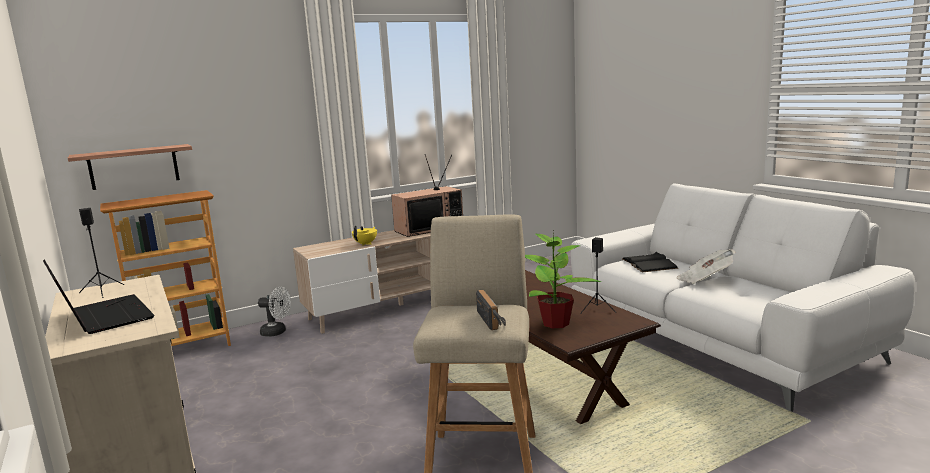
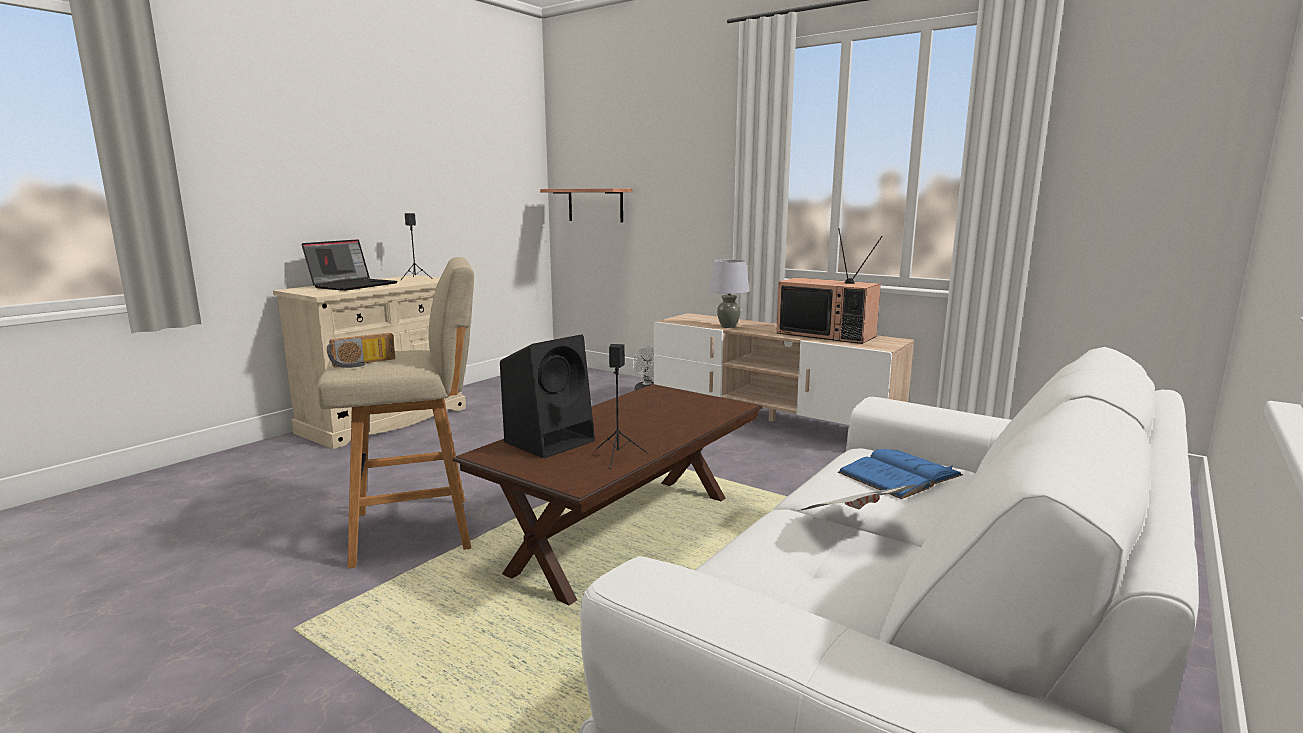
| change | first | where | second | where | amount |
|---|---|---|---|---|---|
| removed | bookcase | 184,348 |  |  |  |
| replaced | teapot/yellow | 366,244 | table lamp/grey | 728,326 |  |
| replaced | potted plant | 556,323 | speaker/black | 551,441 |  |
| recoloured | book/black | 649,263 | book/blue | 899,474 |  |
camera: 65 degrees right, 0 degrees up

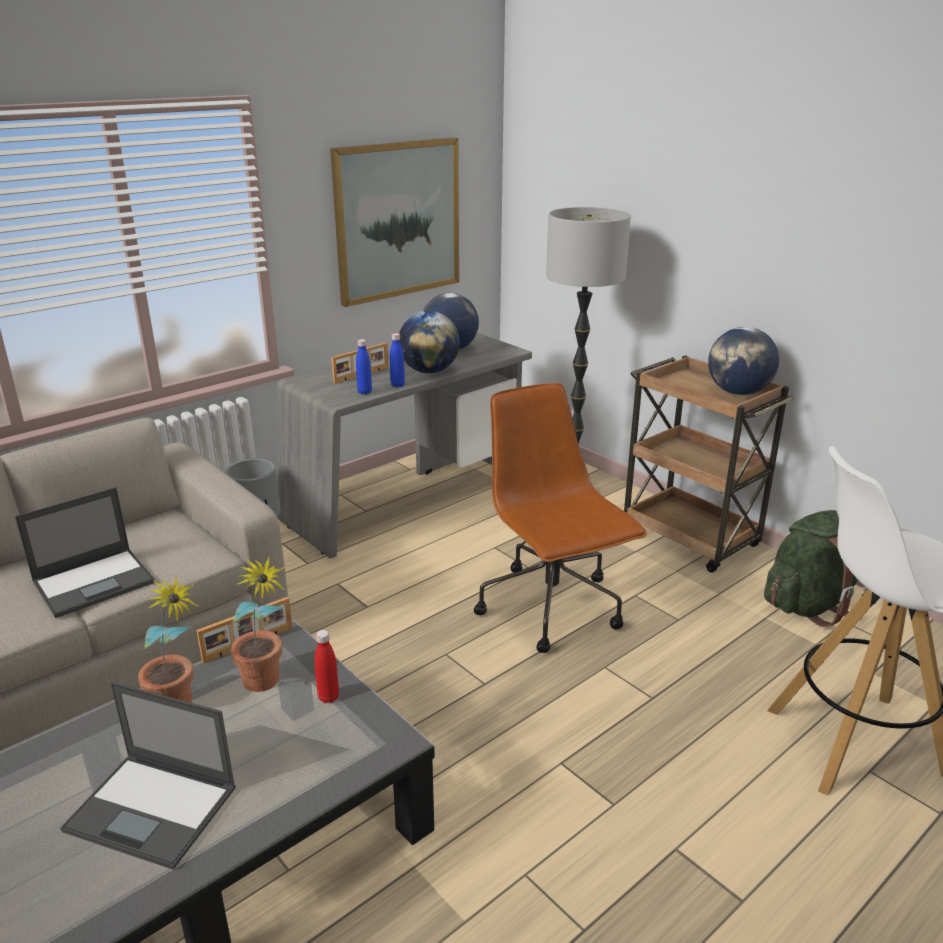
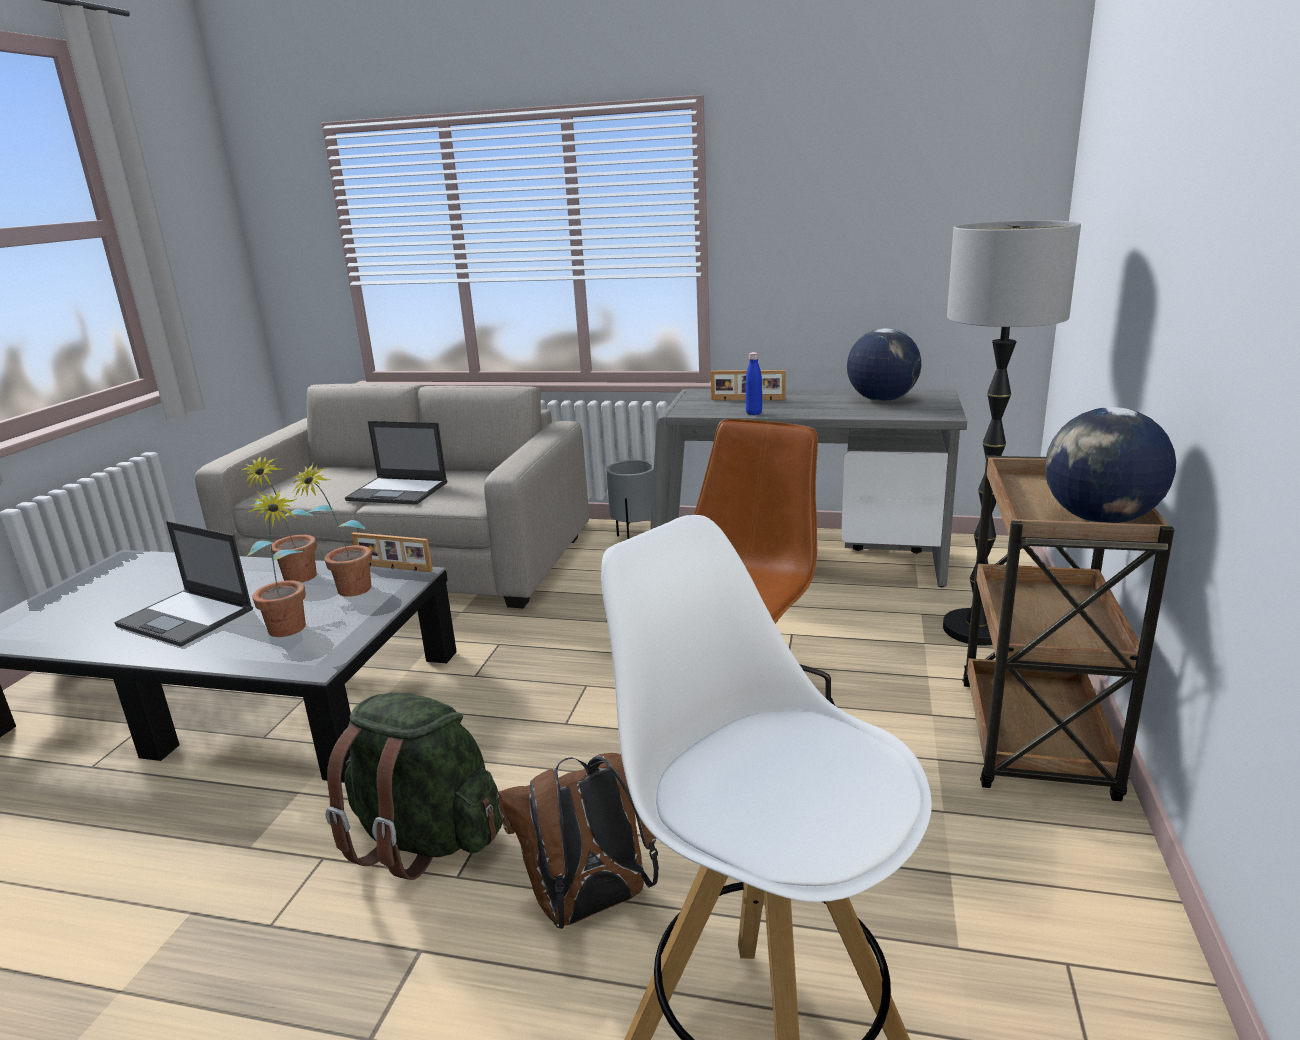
| change | first | where | second | where | amount |
|---|---|---|---|---|---|
| removed | picture | 398,220 |  |  |  |
| removed | globe | 429,371 |  |  |  |
| removed | bottle/blue | 364,392 |  |  |  |
| moved | backpack/green | 810,605 |  | 424,838 |  |
| removed | bottle/red | 328,697 |  |  |  |
| turned | laptop | 153,809 |  | 187,618 | 45 degrees counterclockwise |
| added |  |  | potted plant | 291,632 |  |
| added |  |  | backpack/brown | 589,906 |  |
camera: 55 degrees right, 5 degrees down

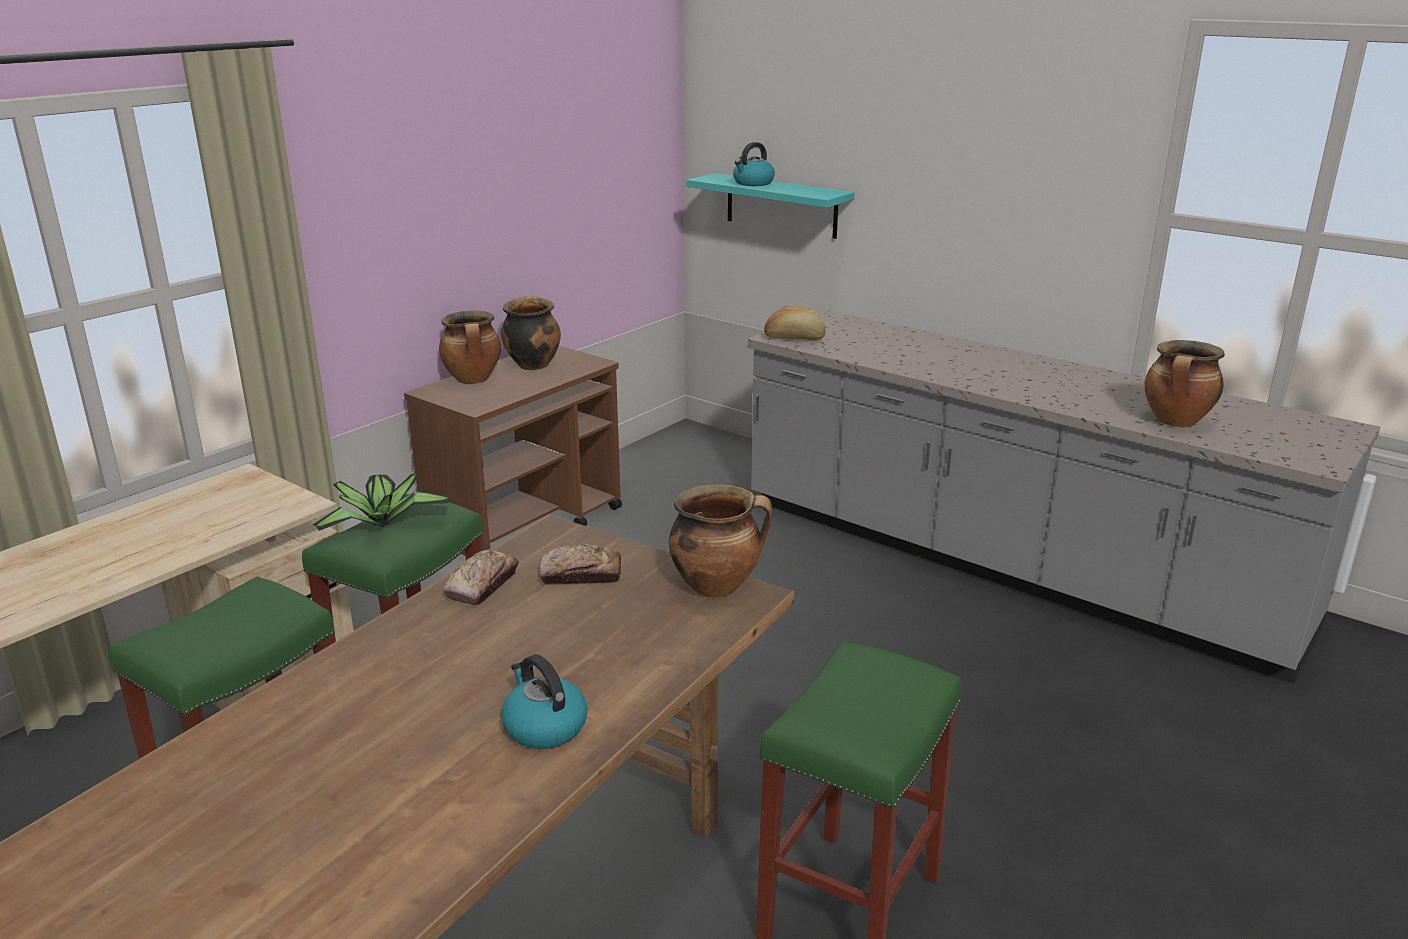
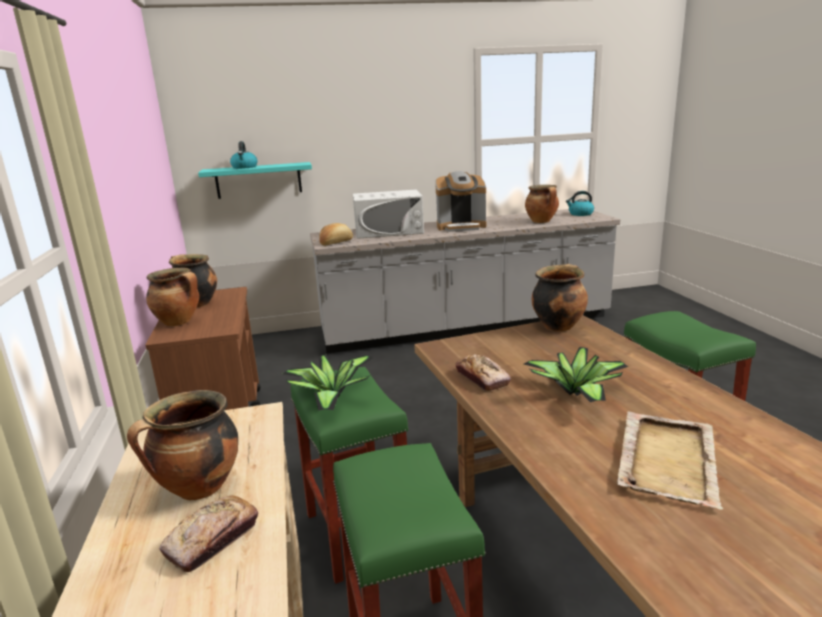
| change | first | where | second | where | amount |
|---|---|---|---|---|---|
| moved | bread | 581,575 |  | 212,540 |  |
| moved | kettle | 544,727 |  | 580,214 |  |
| added |  |  | coffee machine | 461,227 |  |
| added |  |  | microwave/white | 389,231 |  |
| added |  |  | potted plant | 576,393 |  |
| added |  |  | cooking pot | 198,489 |  |
| added |  |  | tray/beige | 668,459 |  |
camera: 50 degrees left, 5 degrees down

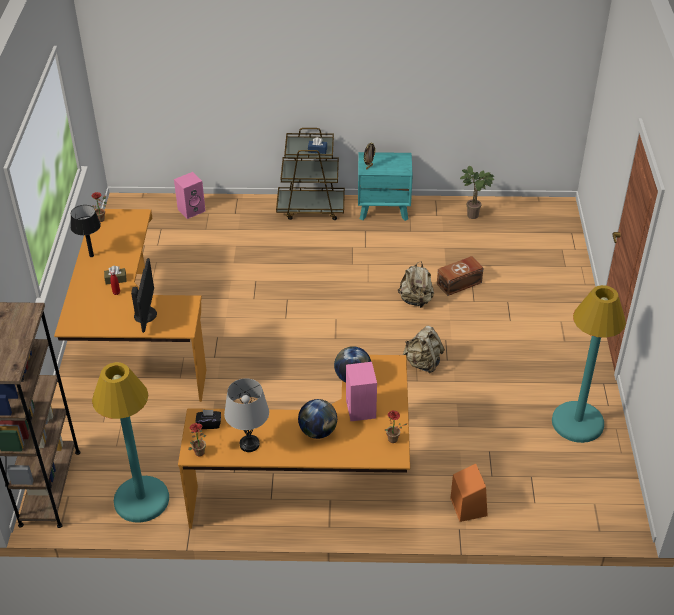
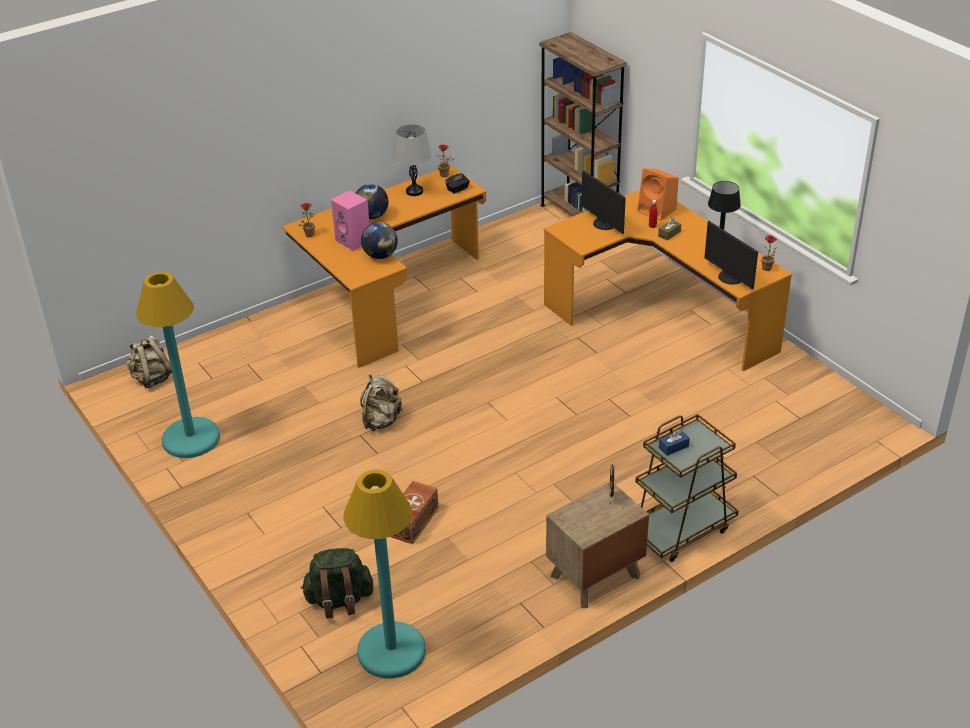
| change | first | where | second | where | amount |
|---|---|---|---|---|---|
| recoloured | nightstand/turquoise | 384,208 | nightstand/brown | 595,576 |  |
| removed | potted plant | 475,215 |  |  |  |
| removed | speaker/pink | 191,210 |  |  |  |
| moved | backpack/beige | 416,300 |  | 152,378 |  |
| moved | floor lamp/turquoise | 141,499 |  | 391,651 |  |
| moved | speaker/orange | 468,506 |  | 657,210 |  |
| added |  |  | monitor | 730,278 |  |
| added |  |  | backpack/green | 339,600 |  |
camera: 145 degrees right, 5 degrees down

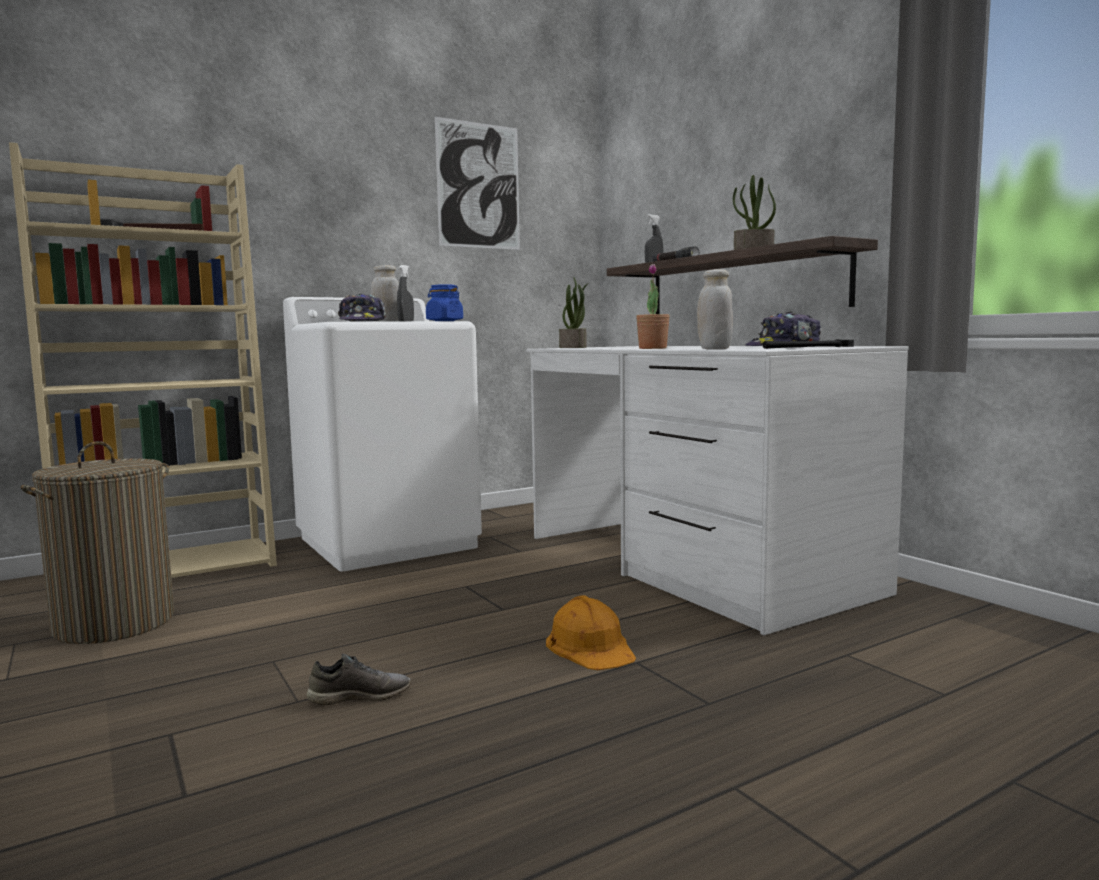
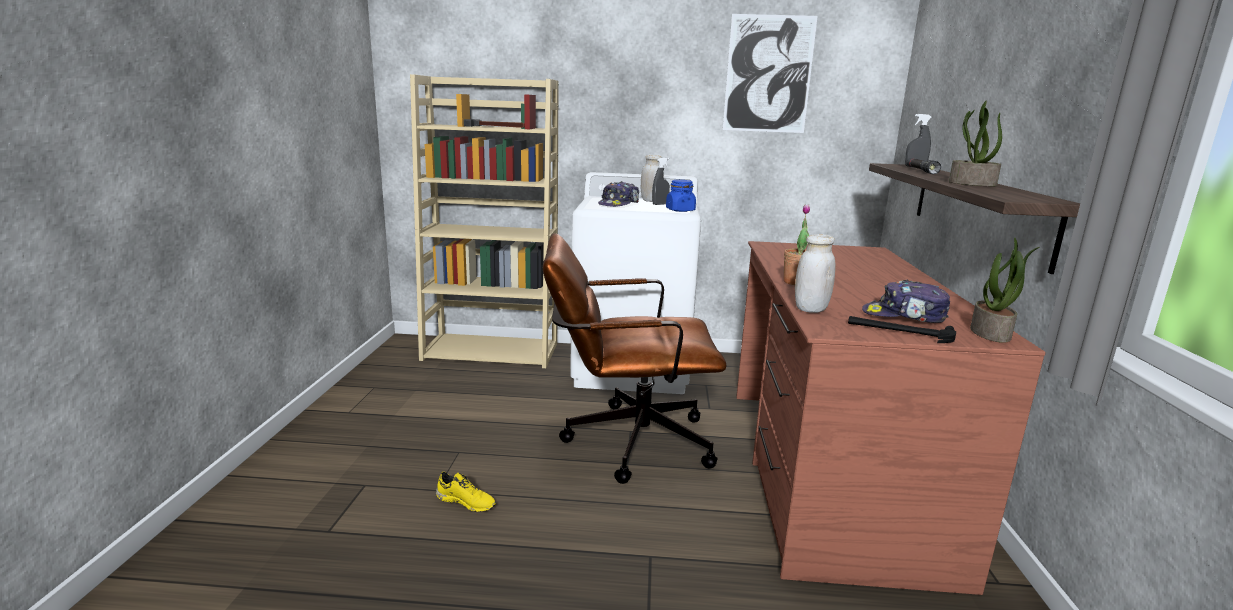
| change | first | where | second | where | amount |
|---|---|---|---|---|---|
| moved | potted plant | 573,347 |  | 991,333 |  |
| recoloured | desk/white | 690,563 | desk/brown | 827,472 |  |
| removed | laundry basket | 114,623 |  |  |  |
| removed | hard hat/orange | 590,646 |  |  |  |
| recoloured | shoe/grey | 360,696 | shoe/yellow | 466,502 |  |
| added |  |  | office chair/brown | 625,441 |  |
camera: 35 degrees right, 10 degrees up

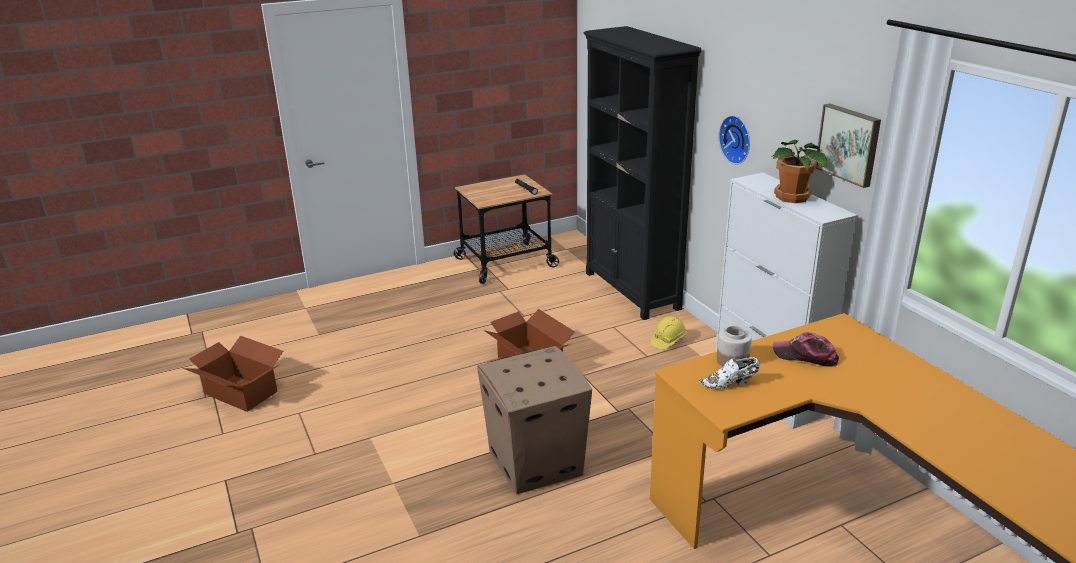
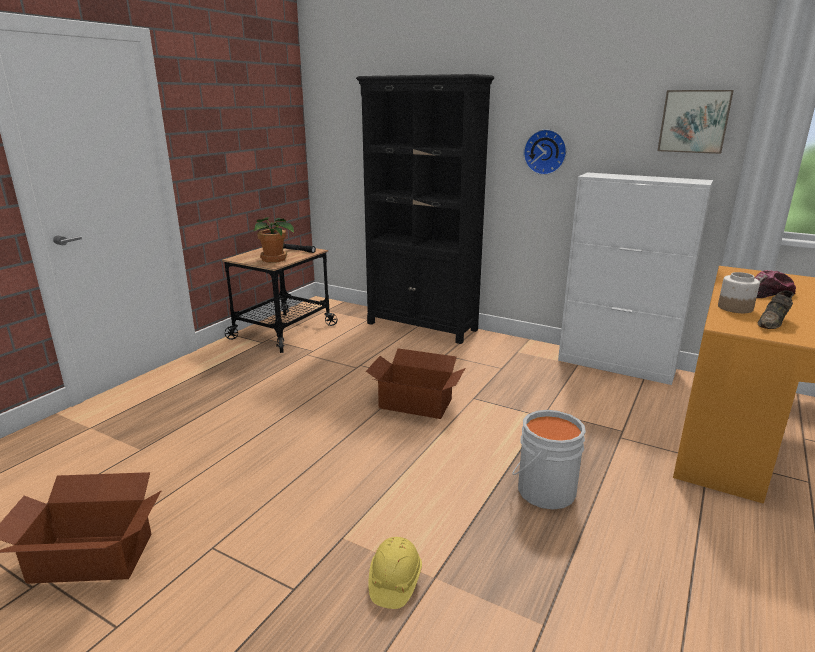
| change | first | where | second | where | amount |
|---|---|---|---|---|---|
| moved | potted plant | 792,198 |  | 274,259 |  |
| moved | hard hat/yellow | 668,341 |  | 394,581 |  |
| replaced | cardboard box | 534,464 | bucket/grey | 543,489 |  |
| recoloured | shoe/white | 730,384 | shoe/brown | 773,323 |  |
camera: 35 degrees left, 5 degrees down

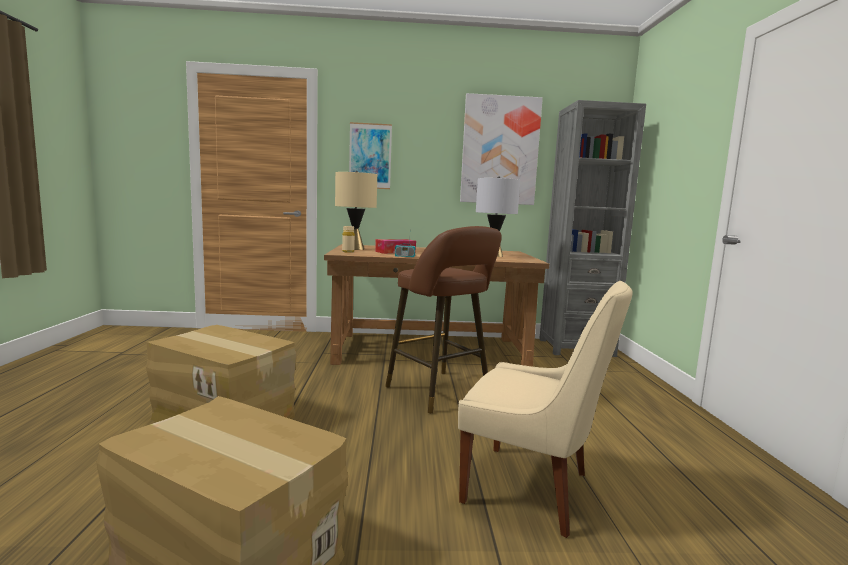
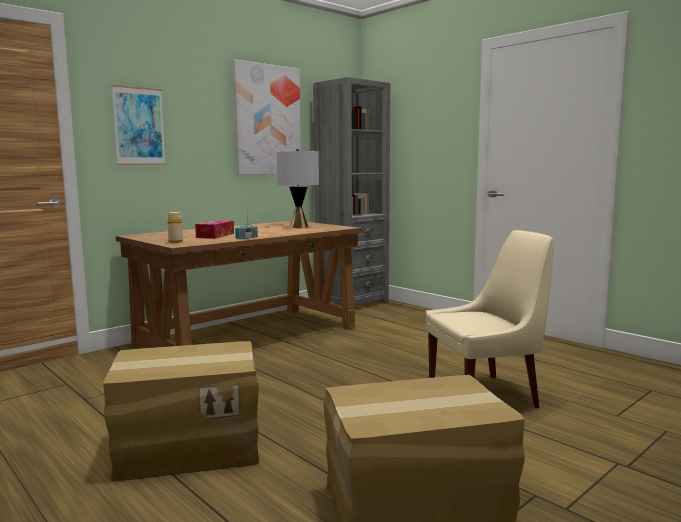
| change | first | where | second | where | amount |
|---|---|---|---|---|---|
| removed | table lamp/beige | 355,249 |  |  |  |
| removed | stool/brown | 441,393 |  |  |  |
camera: 40 degrees left, 0 degrees up

